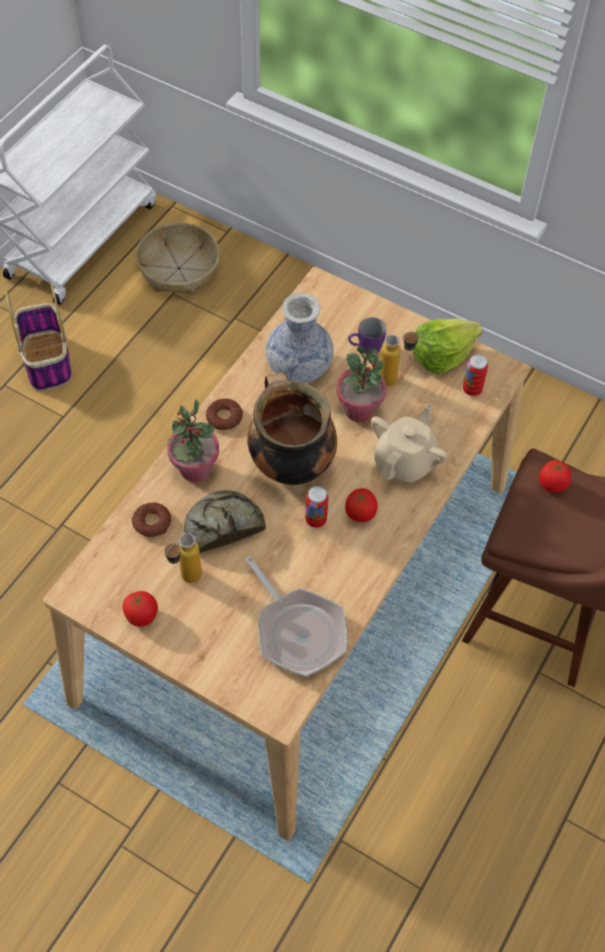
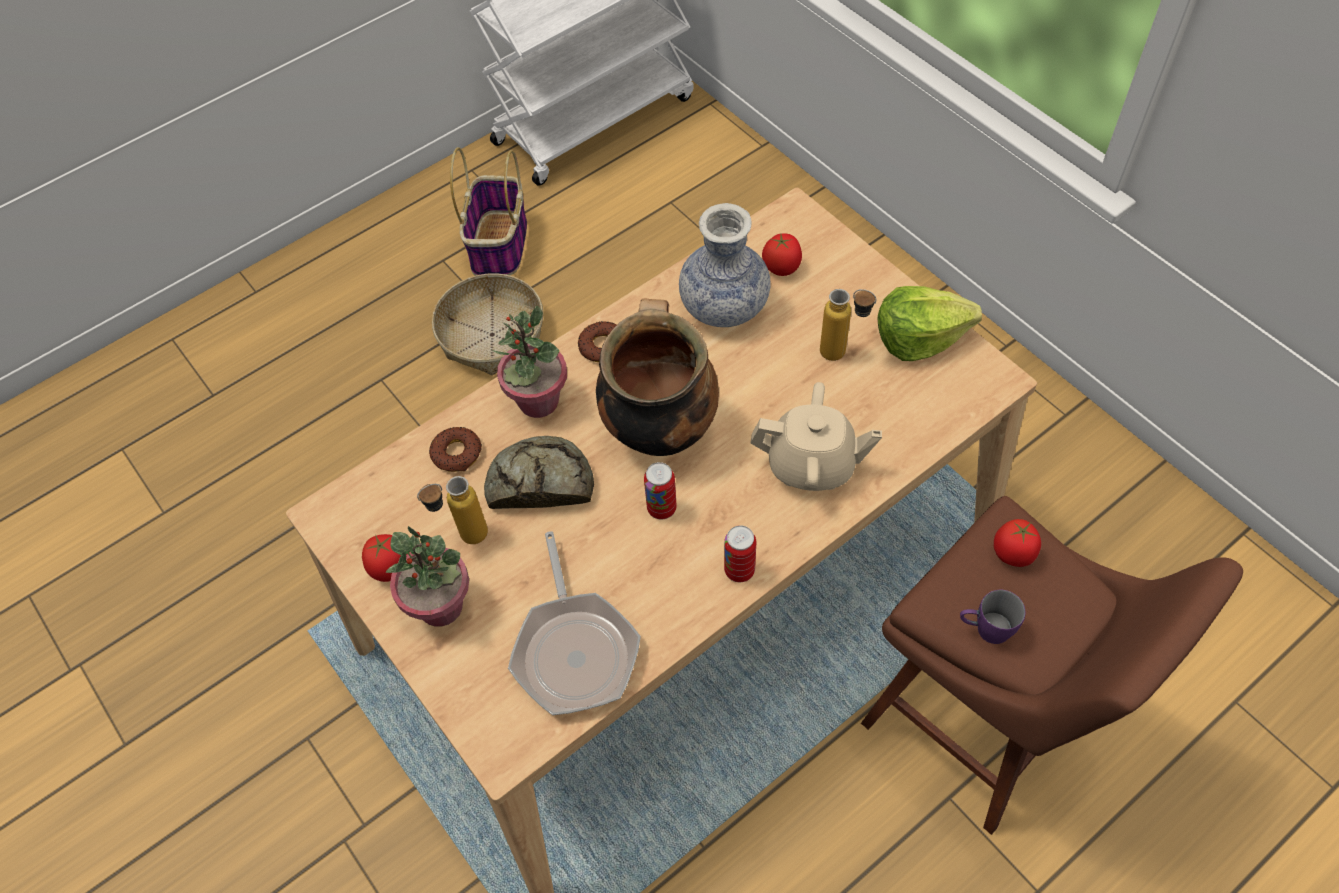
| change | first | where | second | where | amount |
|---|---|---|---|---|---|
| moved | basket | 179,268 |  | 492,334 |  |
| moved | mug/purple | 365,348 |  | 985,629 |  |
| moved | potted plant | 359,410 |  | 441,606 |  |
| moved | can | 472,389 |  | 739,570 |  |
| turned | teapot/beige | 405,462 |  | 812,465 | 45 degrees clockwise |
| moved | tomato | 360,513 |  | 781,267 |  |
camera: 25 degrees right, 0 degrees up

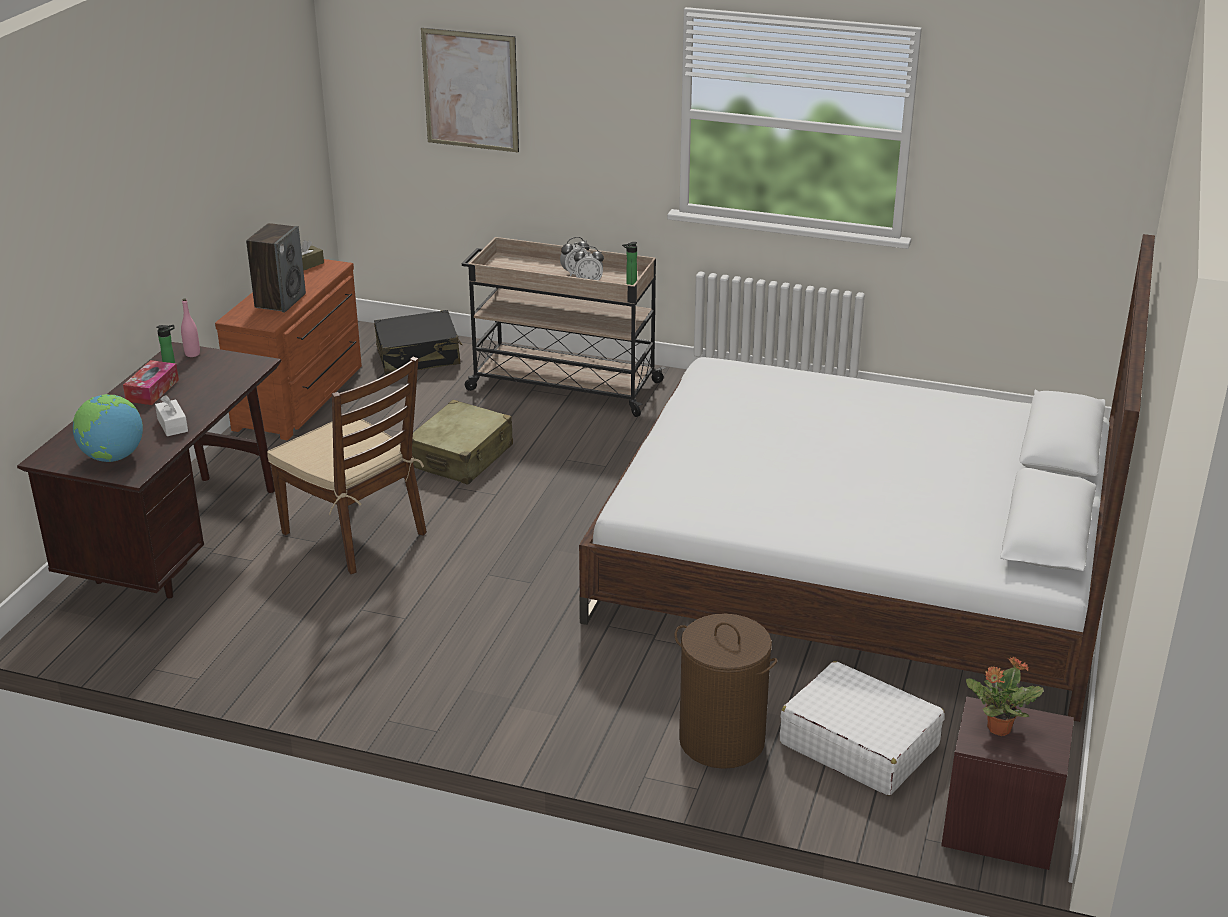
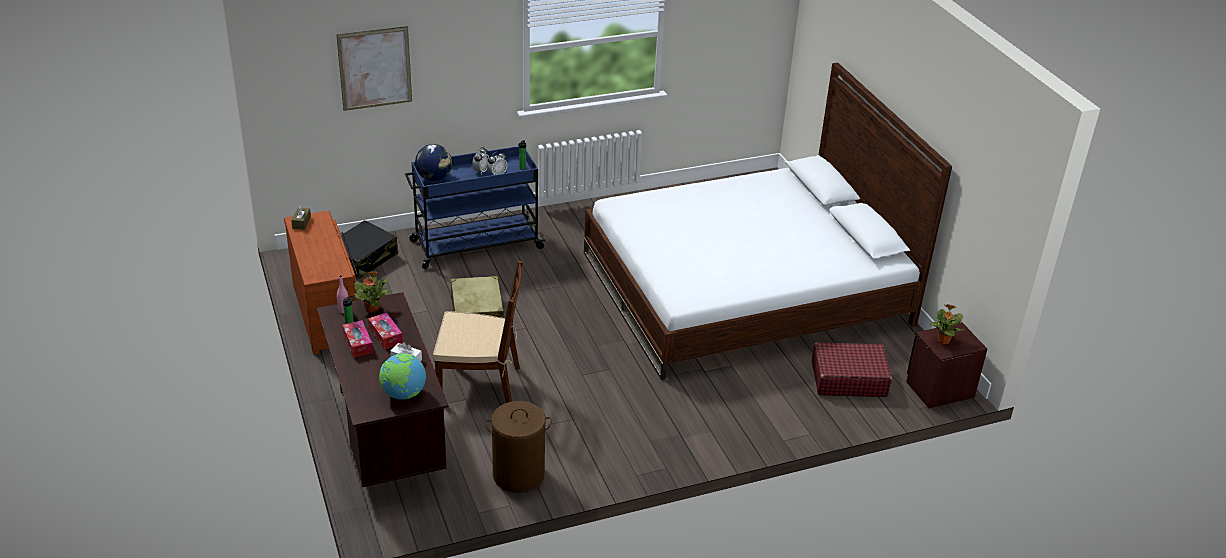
| change | first | where | second | where | amount |
|---|---|---|---|---|---|
| removed | speaker | 280,300 |  |  |  |
| recoloured | cart/beige | 562,385 | cart/blue | 475,245 |  |
| moved | laundry basket/brown | 721,740 |  | 518,475 |  |
| recoloured | suitcase/white | 859,744 | suitcase/red | 848,379 |  |
| added |  |  | globe | 434,178 |  |
| added |  |  | potted plant | 372,308 |  |
| added |  |  | tissue box | 385,336 |  |
camera: 40 degrees left, 5 degrees up

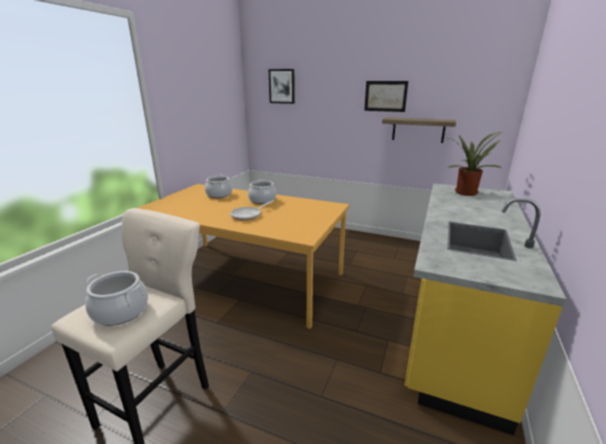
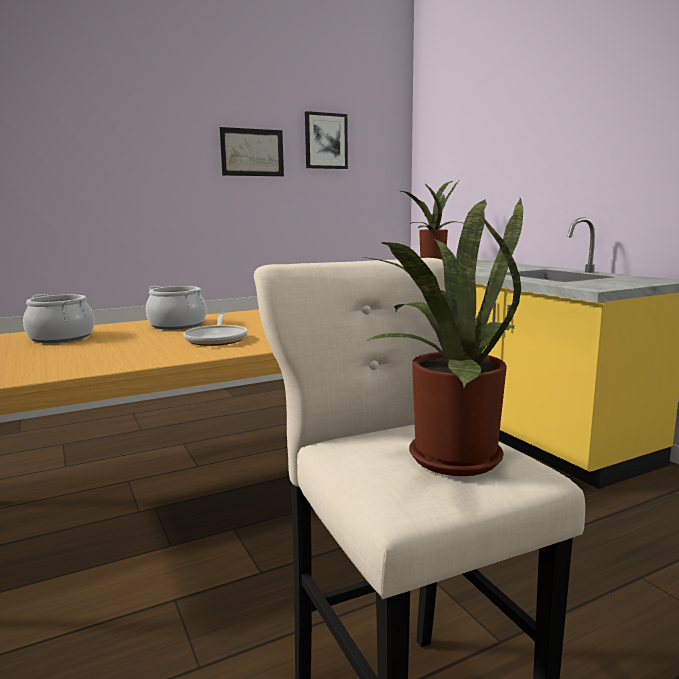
| change | first | where | second | where | amount |
|---|---|---|---|---|---|
| moved | picture | 282,86 |  | 326,141 |  |
| removed | shelf | 418,130 |  |  |  |
| replaced | cooking pot | 121,311 | potted plant | 445,456 |  |
camera: 50 degrees left, 10 degrees down

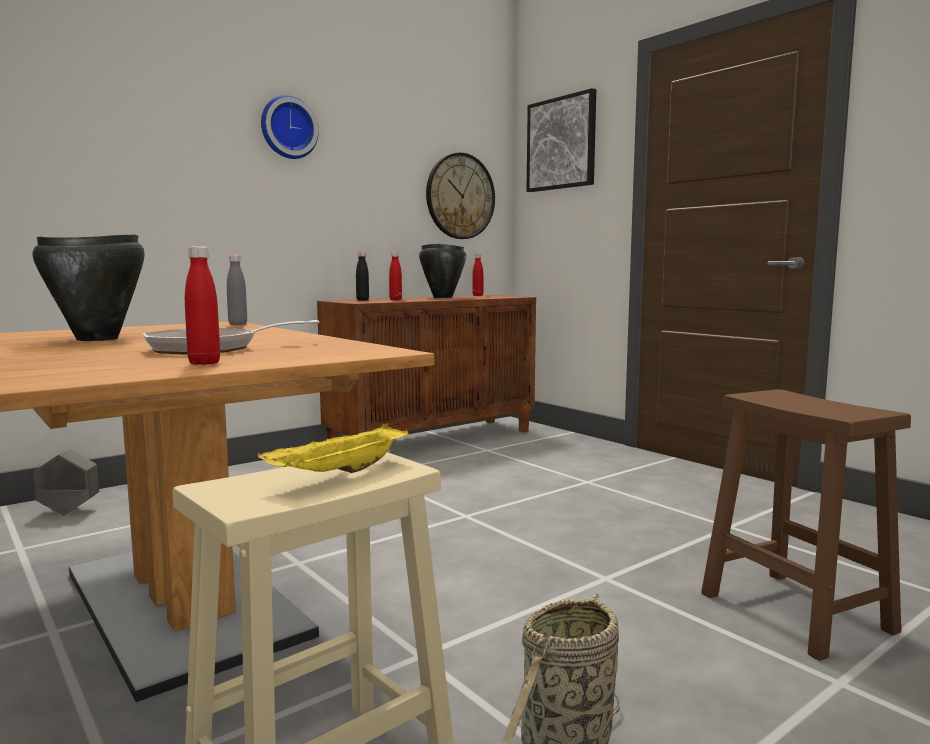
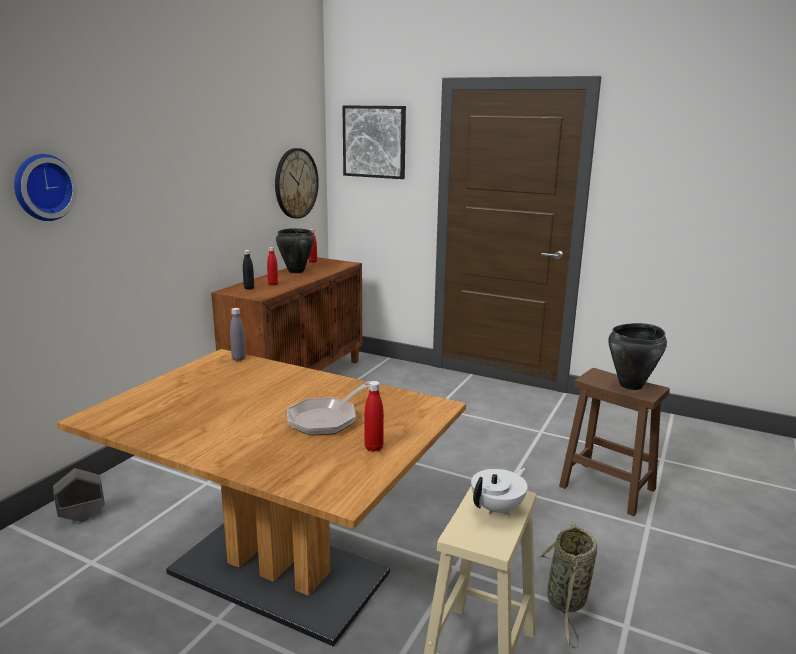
| change | first | where | second | where | amount |
|---|---|---|---|---|---|
| moved | wall clock | 287,128 |  | 42,187 |  |
| moved | cooking pot/black | 98,339 |  | 631,385 |  |
| replaced | tray/yellow | 339,474 | teapot/white | 498,508 |  |
camera: 25 degrees left, 10 degrees up

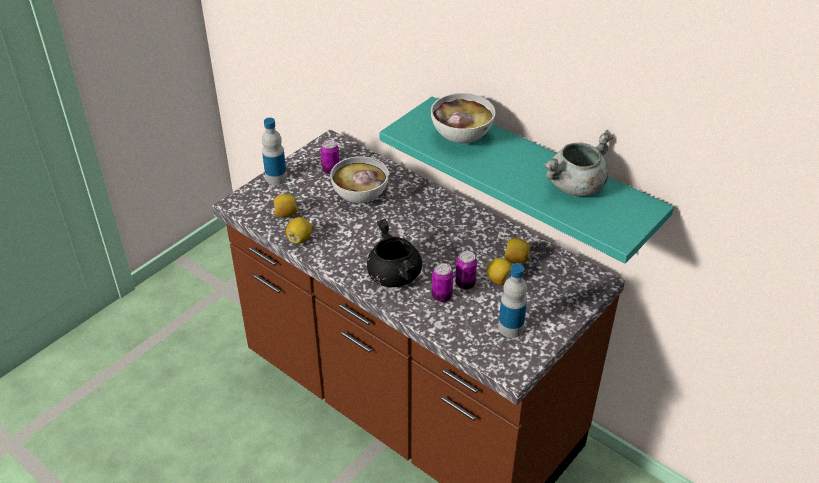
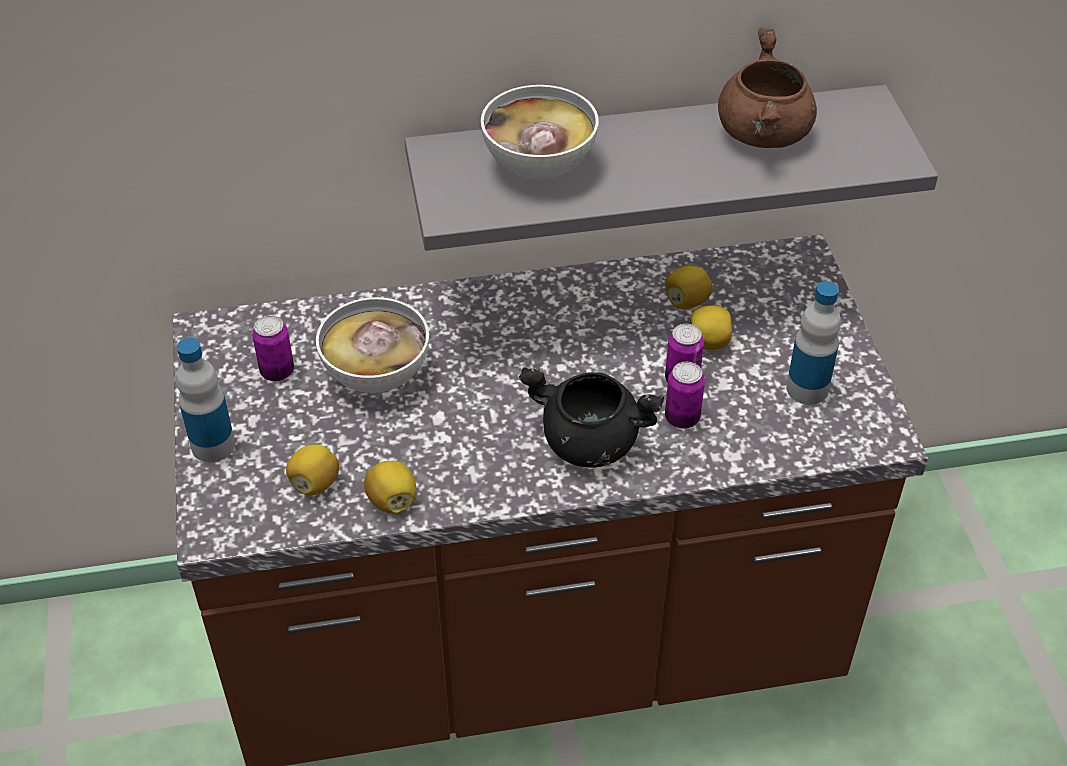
| change | first | where | second | where | amount |
|---|---|---|---|---|---|
| recoloured | shelf/turquoise | 540,177 | shelf/grey | 646,161 |  |
| recoloured | cooking pot/grey | 575,187 | cooking pot/brown | 765,135 |  |
camera: 50 degrees left, 5 degrees up

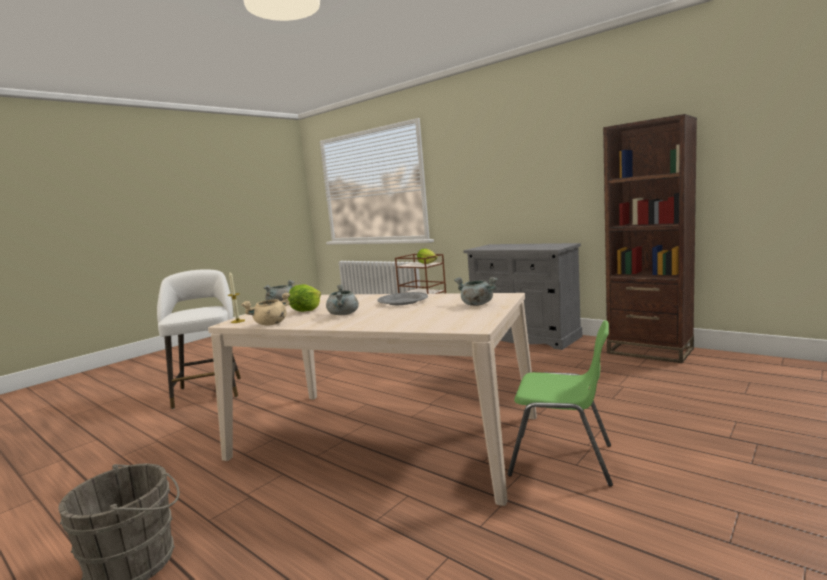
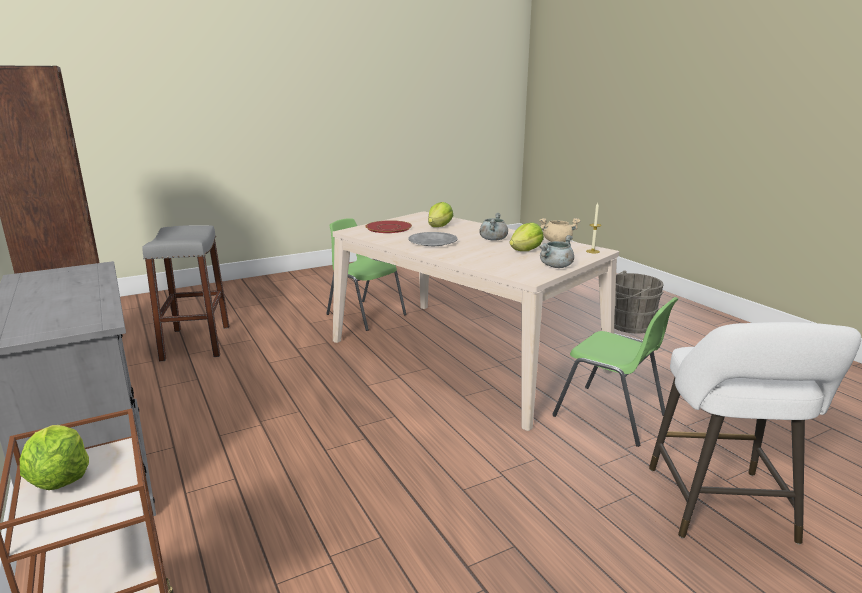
| change | first | where | second | where | amount |
|---|---|---|---|---|---|
| replaced | cooking pot/grey | 476,304 | plate/red | 389,228 |  |
| added |  |  | lettuce | 439,227 |  |
| added |  |  | stool/grey | 196,342 |  |
| added |  |  | chair/green | 611,416 |  |
camera: 160 degrees left, 10 degrees up

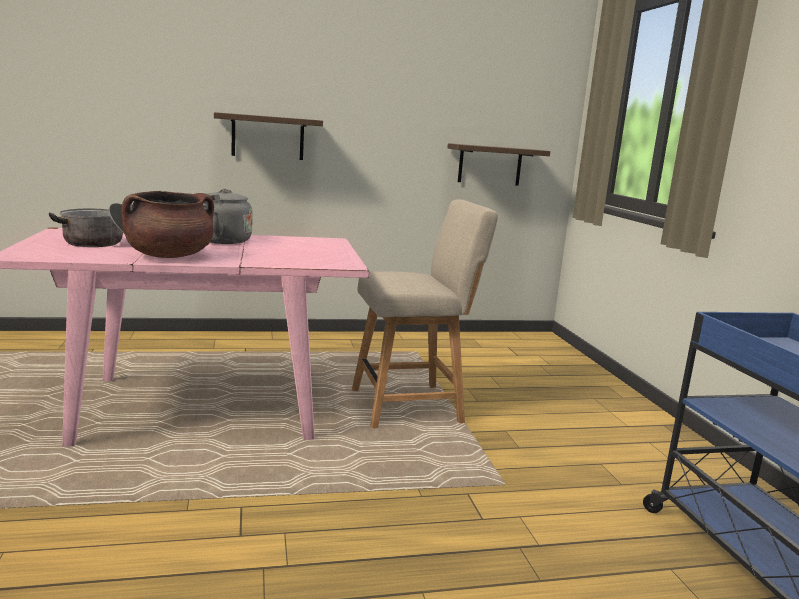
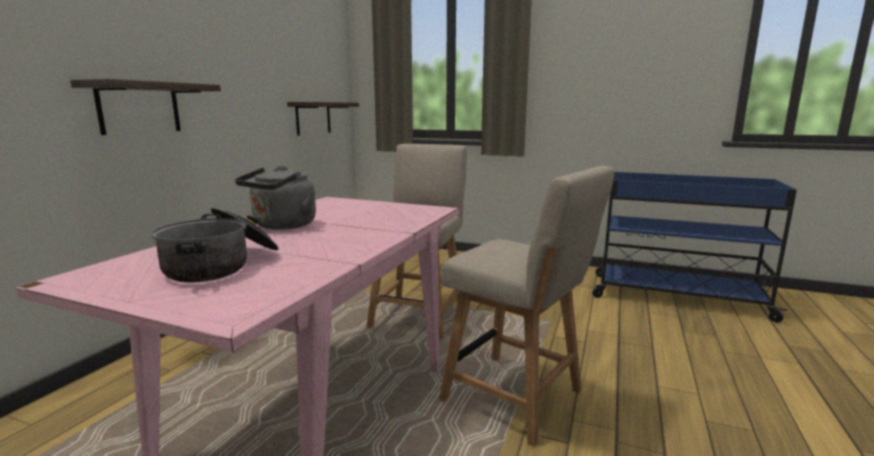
| change | first | where | second | where | amount |
|---|---|---|---|---|---|
| removed | cooking pot/brown | 169,256 |  |  |  |
| added |  |  | chair/beige | 518,398 |  |
camera: 55 degrees left, 0 degrees up

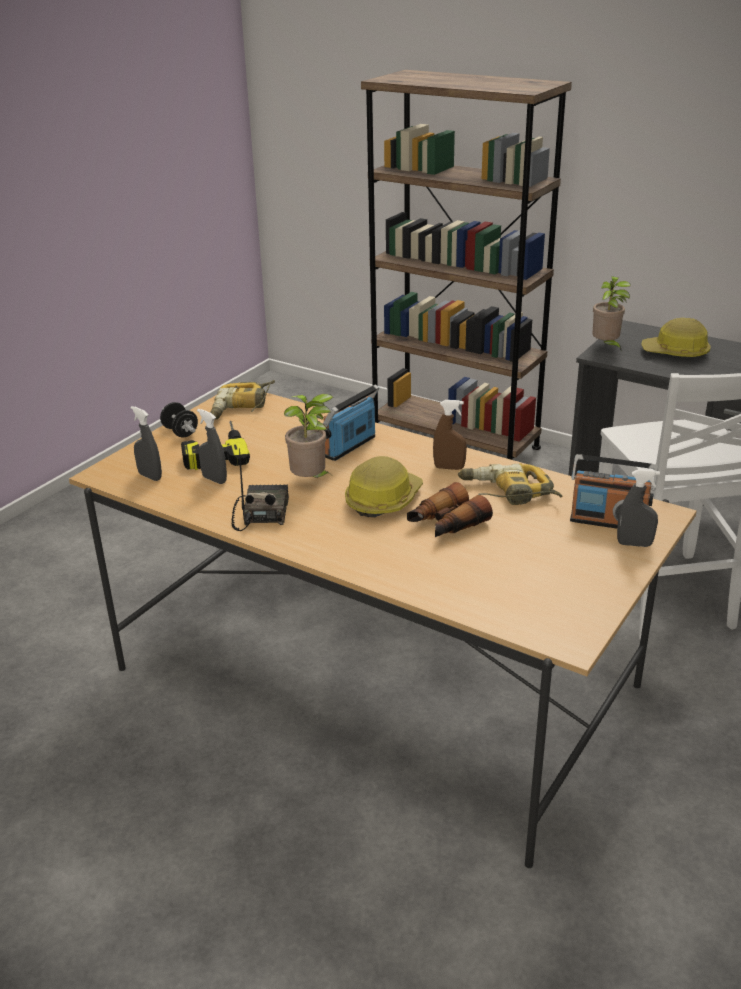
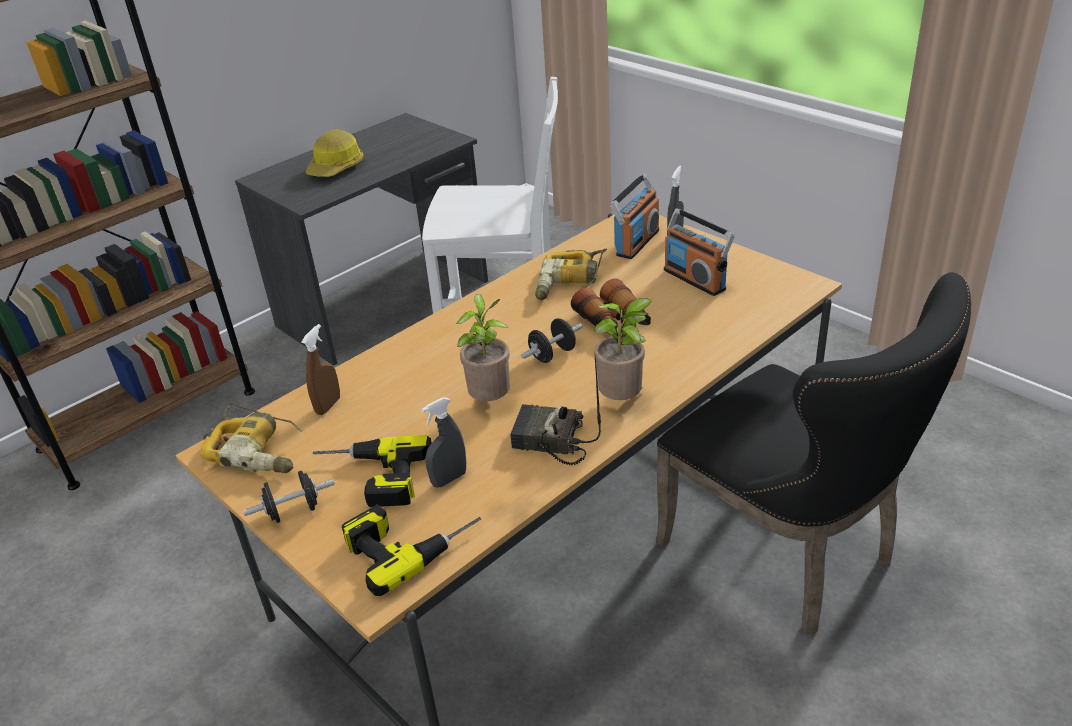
| change | first | where | second | where | amount |
|---|---|---|---|---|---|
| moved | potted plant | 606,347 |  | 623,401 |  |
| moved | radio | 350,447 |  | 695,279 |  |
| moved | spray bottle/brown | 449,467 |  | 328,406 |  |
| replaced | spray bottle/grey | 150,476 | power drill | 410,542 |  |
| replaced | hard hat | 383,499 | dumbbell/black | 552,354 |  |
| added |  |  | chair/black | 790,555 |  |
camera: 75 degrees left, 5 degrees up

